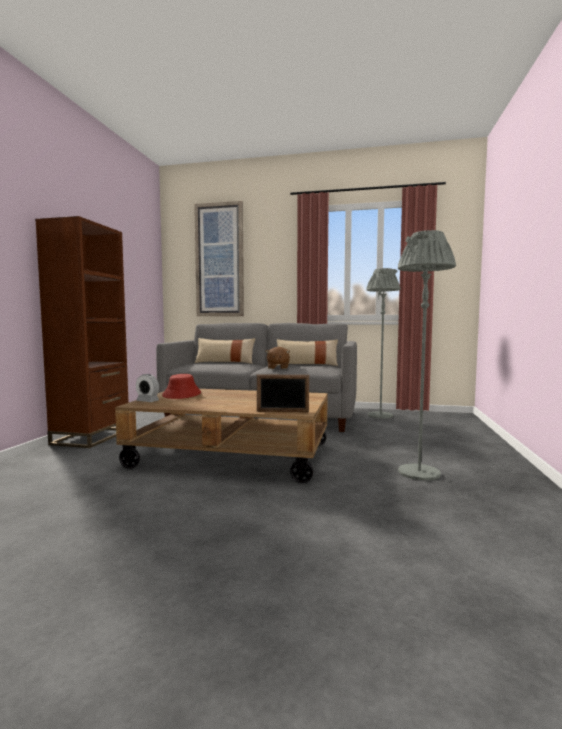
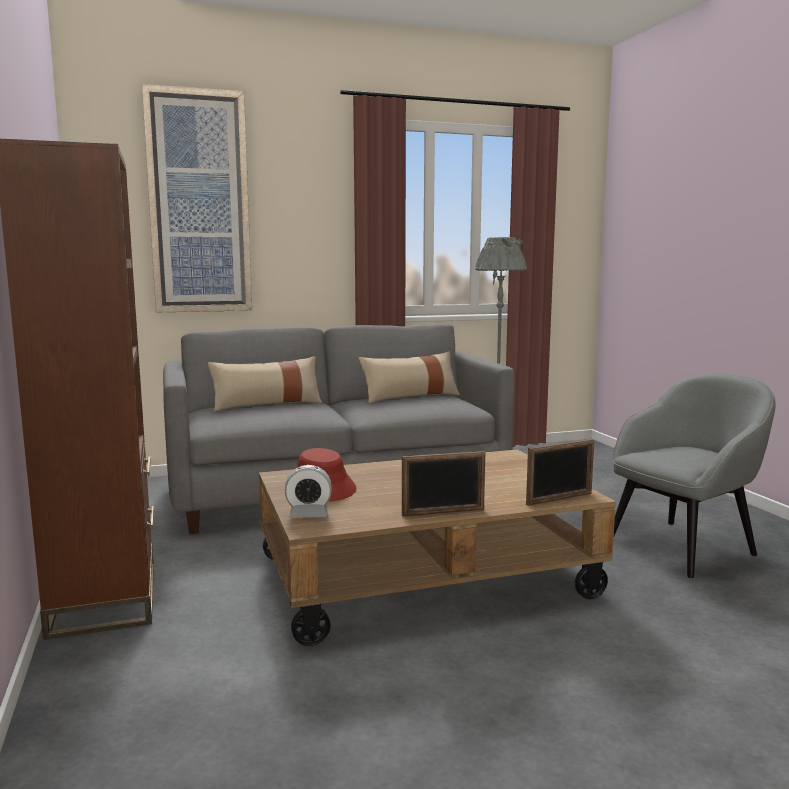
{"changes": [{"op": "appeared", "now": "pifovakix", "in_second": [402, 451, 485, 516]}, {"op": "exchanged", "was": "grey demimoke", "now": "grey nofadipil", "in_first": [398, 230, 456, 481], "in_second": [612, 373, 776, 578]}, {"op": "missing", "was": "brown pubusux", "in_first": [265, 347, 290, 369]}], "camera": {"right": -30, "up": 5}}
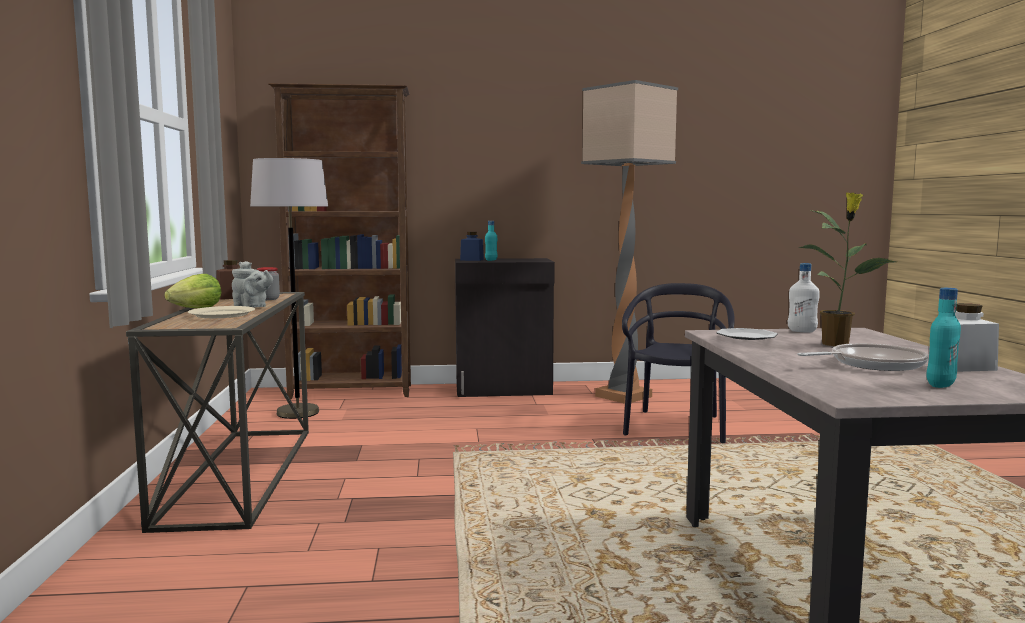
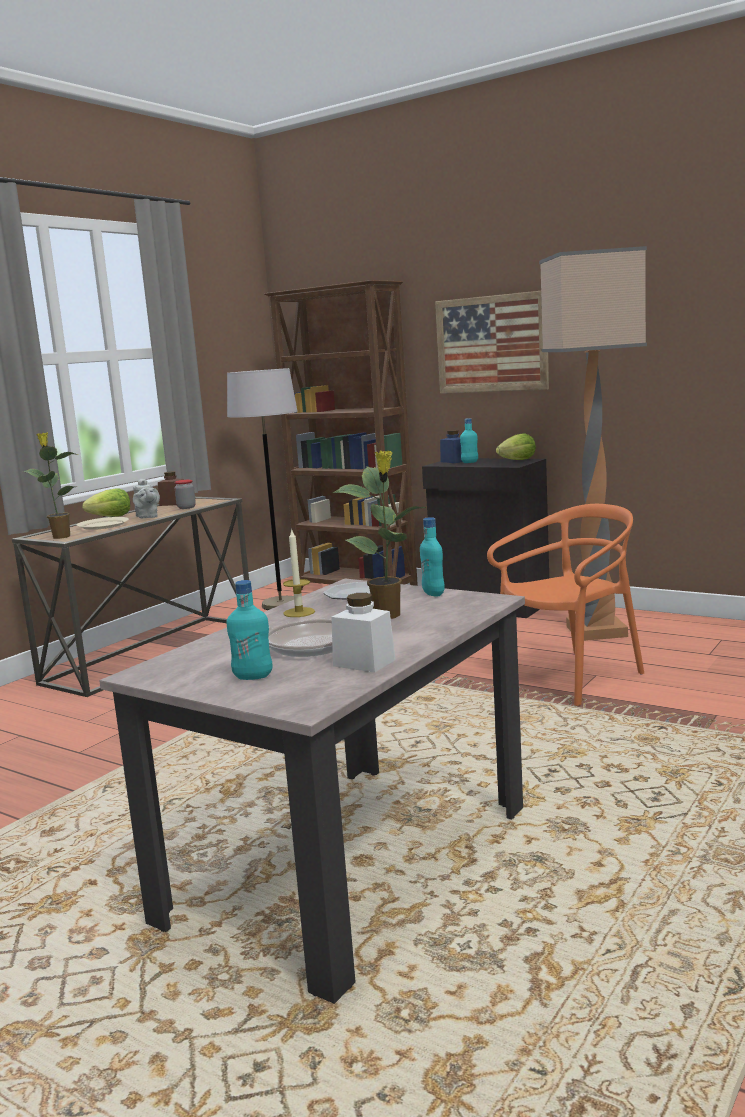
{"changes": [{"op": "appeared", "now": "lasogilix", "in_second": [23, 432, 79, 539]}, {"op": "appeared", "now": "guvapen", "in_second": [283, 528, 315, 617]}, {"op": "colour", "was": "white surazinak", "now": "turquoise surazinak", "in_first": [788, 263, 820, 333], "in_second": [420, 517, 445, 596]}, {"op": "appeared", "now": "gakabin", "in_second": [435, 291, 549, 394]}, {"op": "colour", "was": "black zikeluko", "now": "orange zikeluko", "in_first": [622, 283, 735, 443], "in_second": [487, 504, 644, 706]}, {"op": "appeared", "now": "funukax", "in_second": [496, 433, 536, 460]}], "camera": {"right": 40, "up": 5}}
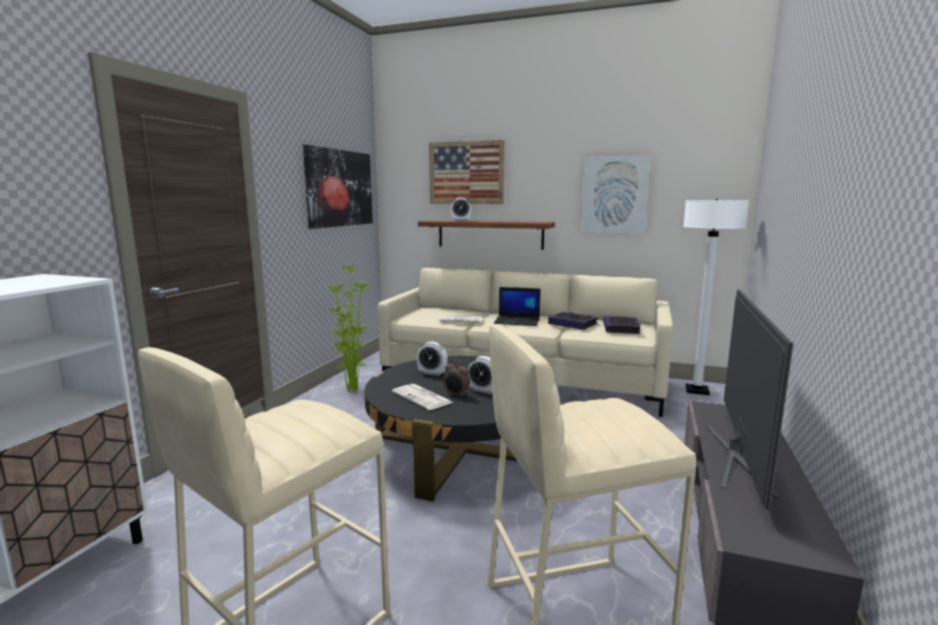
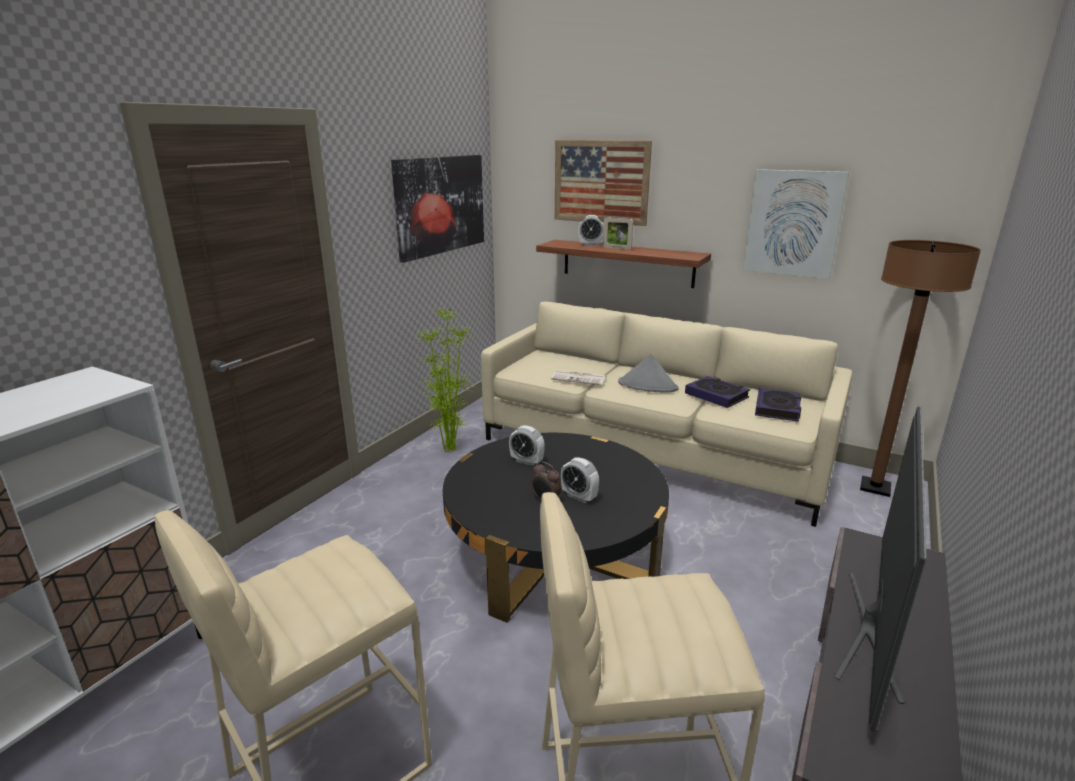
{"changes": [{"op": "appeared", "now": "pifovakix", "in_second": [603, 217, 633, 250]}, {"op": "exchanged", "was": "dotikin", "now": "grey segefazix", "in_first": [494, 287, 541, 326], "in_second": [618, 354, 679, 393]}, {"op": "colour", "was": "white demimoke", "now": "brown demimoke", "in_first": [683, 199, 749, 395], "in_second": [860, 240, 981, 497]}, {"op": "missing", "was": "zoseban", "in_first": [392, 384, 453, 410]}], "camera": {"right": 10, "up": 10}}
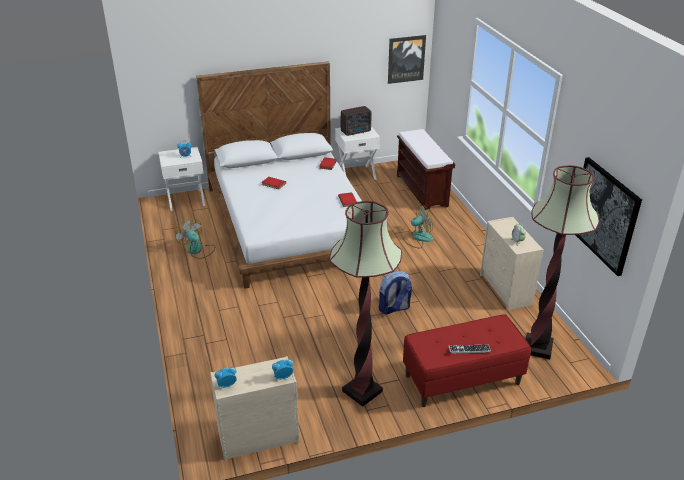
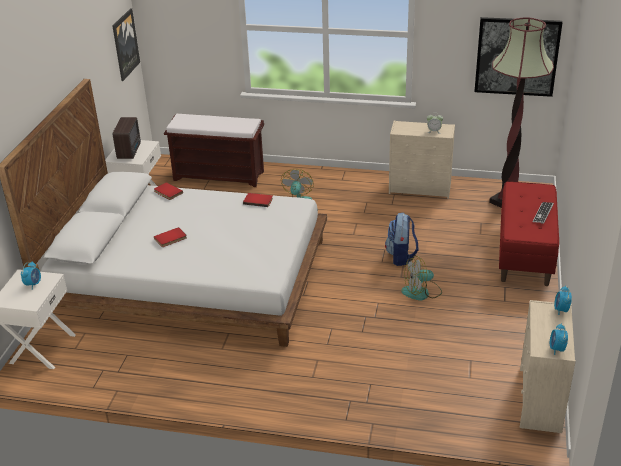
{"changes": [{"op": "relocated", "was": "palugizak", "in_first": [175, 219, 215, 259], "in_second": [401, 256, 442, 301]}, {"op": "missing", "was": "demimoke", "in_first": [329, 201, 402, 407]}], "camera": {"right": -60, "up": 0}}
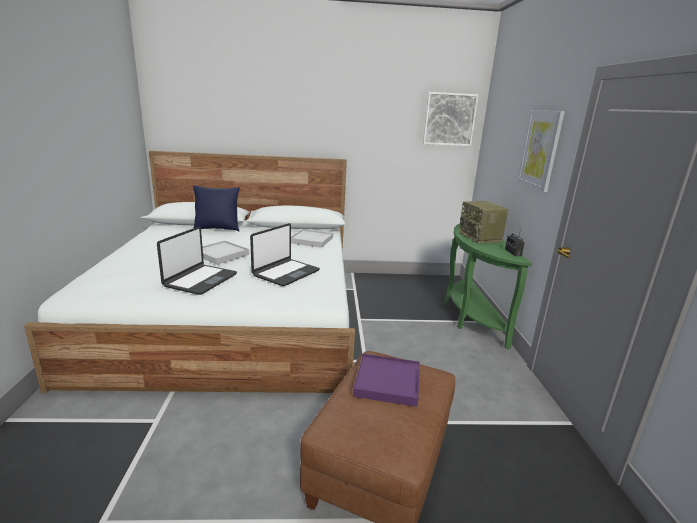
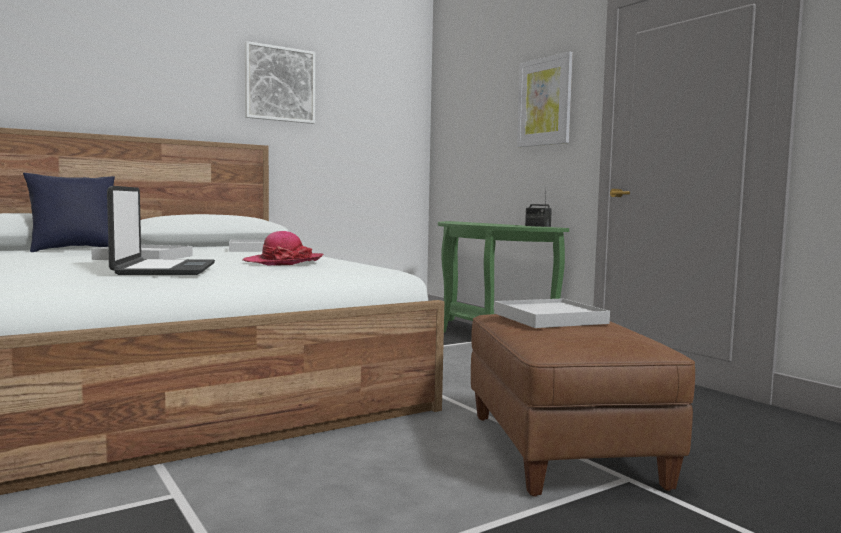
{"changes": [{"op": "exchanged", "was": "dotikin", "now": "segefazix", "in_first": [250, 223, 320, 286], "in_second": [242, 231, 324, 266]}, {"op": "relocated", "was": "gakabin", "in_first": [423, 92, 479, 146], "in_second": [245, 41, 315, 124]}, {"op": "colour", "was": "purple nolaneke", "now": "white nolaneke", "in_first": [353, 354, 420, 407], "in_second": [494, 298, 610, 328]}, {"op": "missing", "was": "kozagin", "in_first": [459, 201, 508, 243]}], "camera": {"right": -30, "up": -15}}
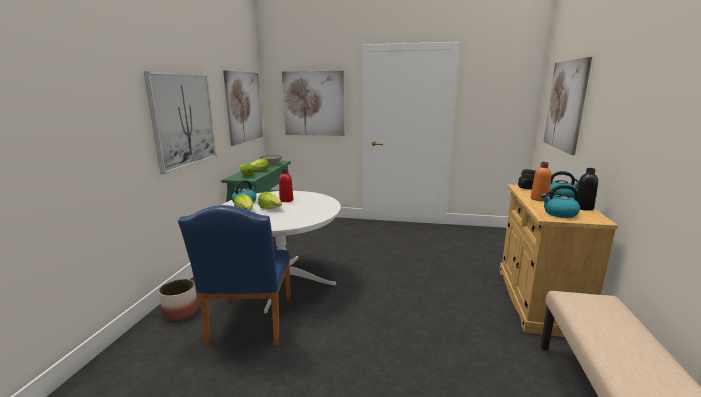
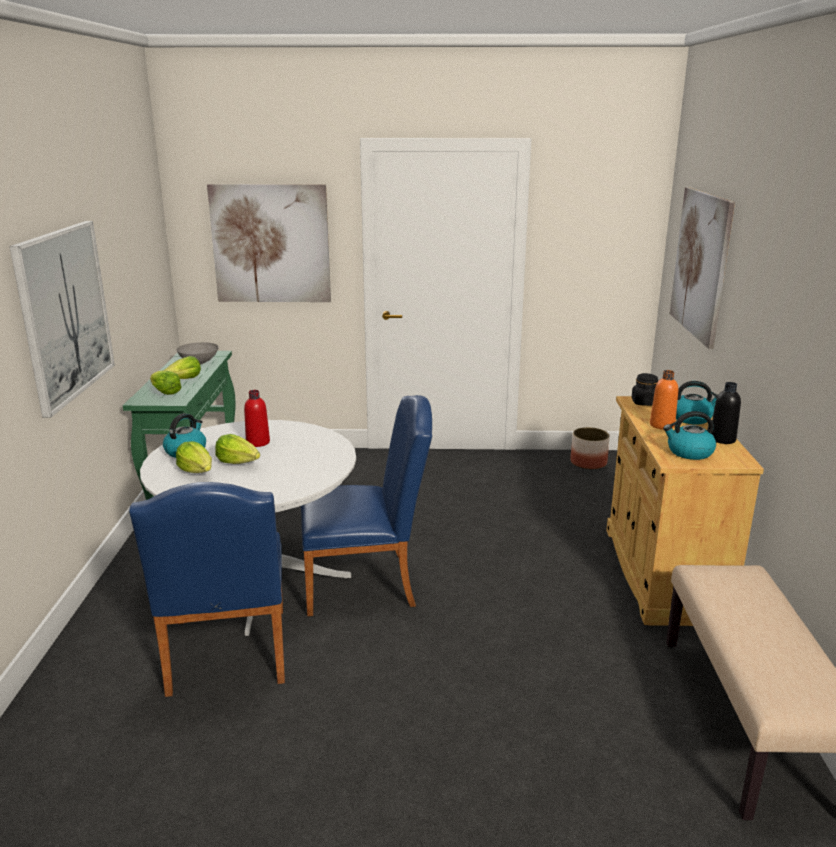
{"changes": [{"op": "appeared", "now": "blue zikeluko", "in_second": [301, 395, 432, 616]}, {"op": "relocated", "was": "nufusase", "in_first": [159, 279, 198, 321], "in_second": [570, 427, 610, 469]}, {"op": "missing", "was": "gakabin", "in_first": [223, 70, 263, 146]}], "camera": {"right": -10, "up": 5}}
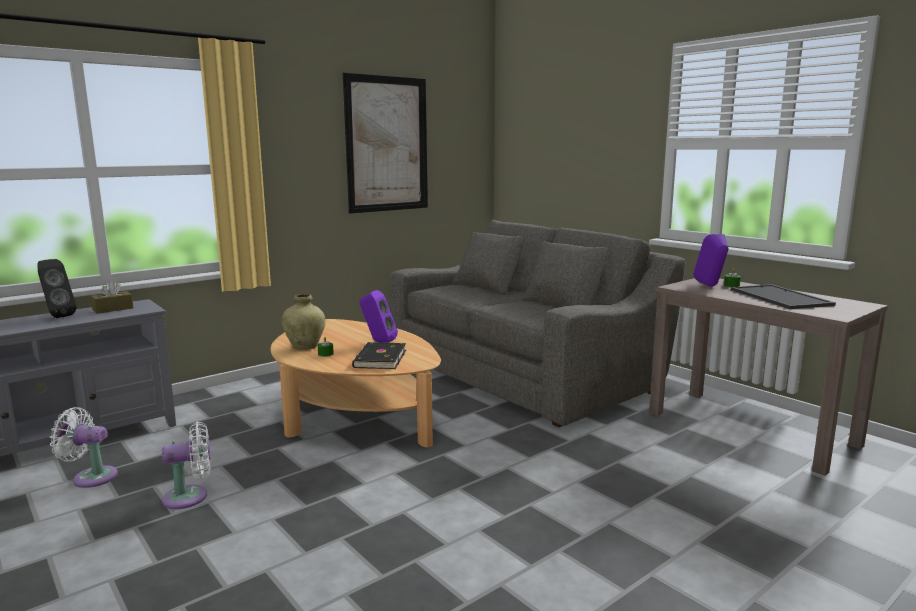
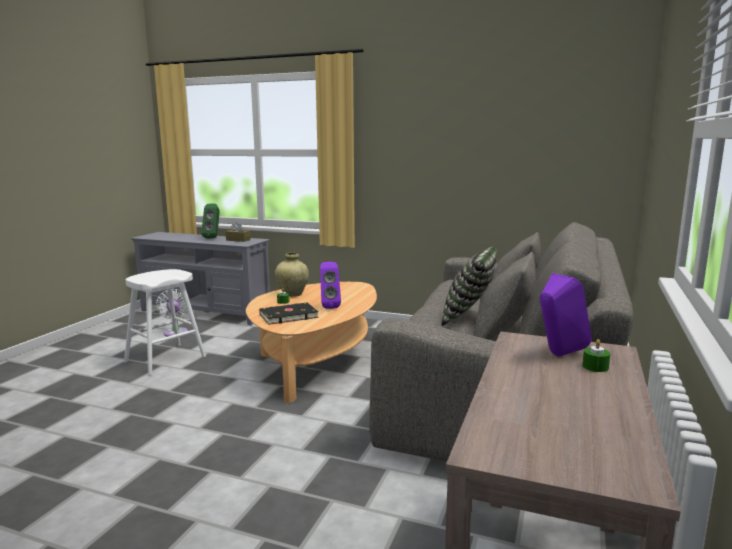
{"changes": [{"op": "exchanged", "was": "white palugizak", "now": "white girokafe", "in_first": [162, 422, 211, 509], "in_second": [124, 269, 206, 375]}, {"op": "colour", "was": "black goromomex", "now": "green goromomex", "in_first": [37, 259, 76, 318], "in_second": [201, 204, 220, 239]}, {"op": "appeared", "now": "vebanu", "in_second": [441, 247, 496, 326]}, {"op": "missing", "was": "gakabin", "in_first": [343, 72, 428, 213]}, {"op": "missing", "was": "nolaneke", "in_first": [731, 284, 836, 309]}], "camera": {"right": 60, "up": 0}}
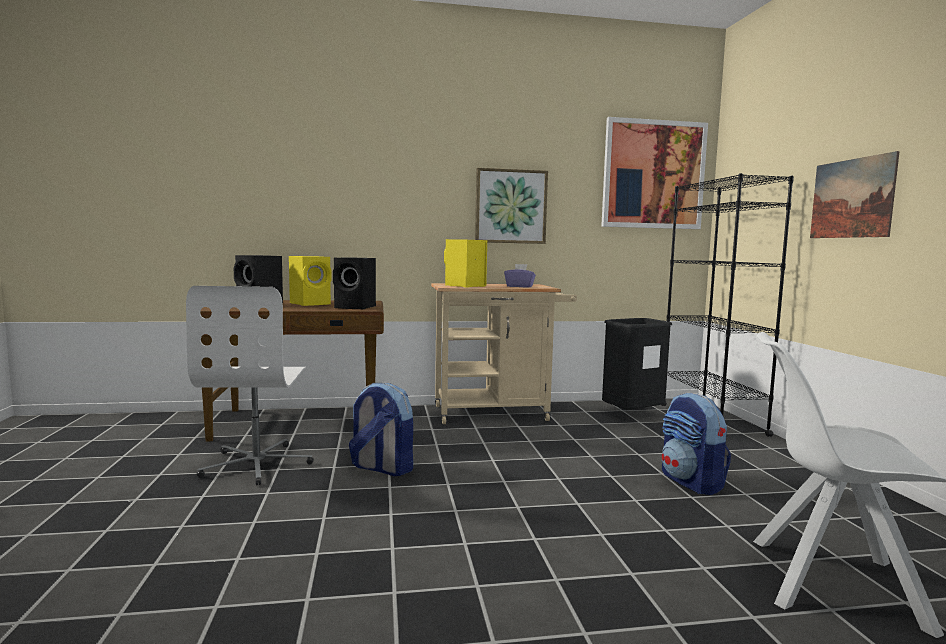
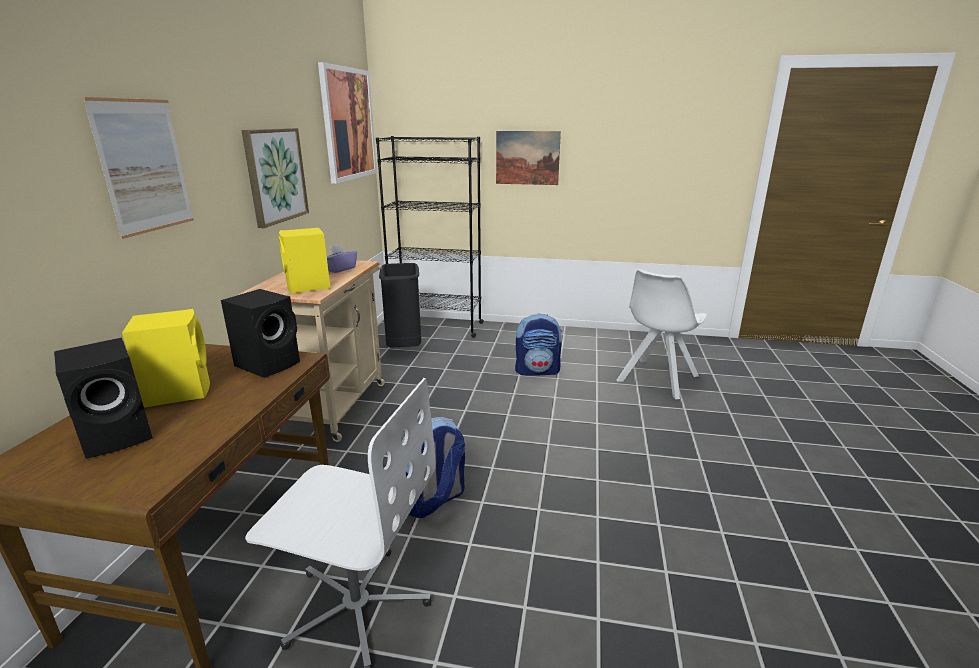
{"changes": [{"op": "appeared", "now": "gakabin", "in_second": [82, 97, 194, 239]}], "camera": {"right": -70, "up": 15}}
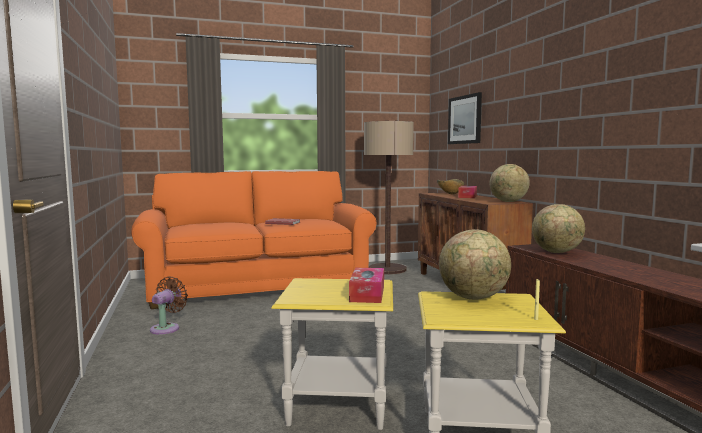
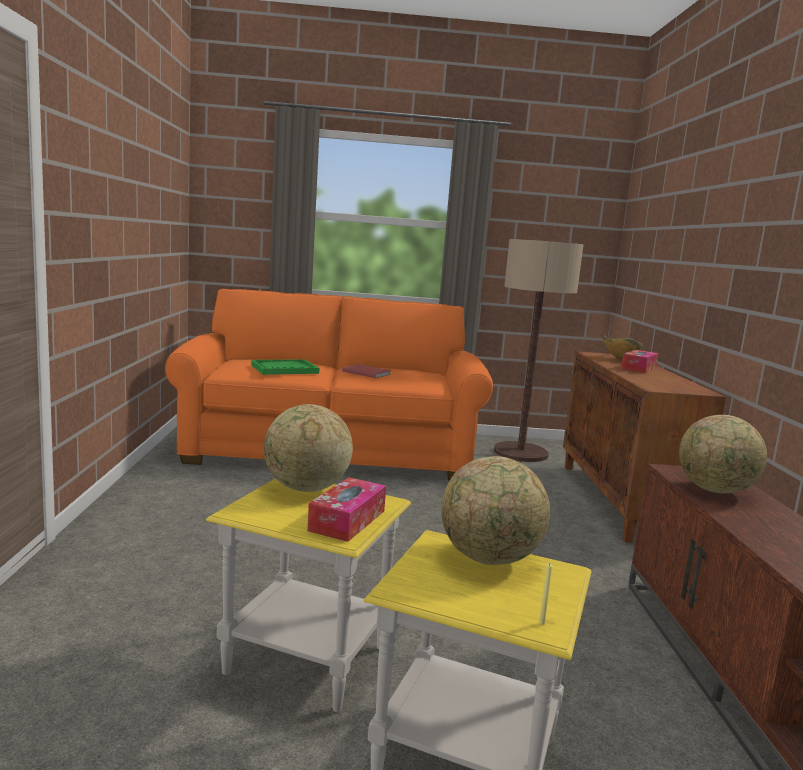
{"changes": [{"op": "appeared", "now": "green nolaneke", "in_second": [251, 359, 319, 375]}, {"op": "relocated", "was": "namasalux", "in_first": [490, 164, 530, 202], "in_second": [264, 404, 353, 492]}, {"op": "missing", "was": "brown palugizak", "in_first": [150, 276, 188, 335]}, {"op": "missing", "was": "gakabin", "in_first": [448, 92, 482, 144]}], "camera": {"right": 15, "up": 5}}
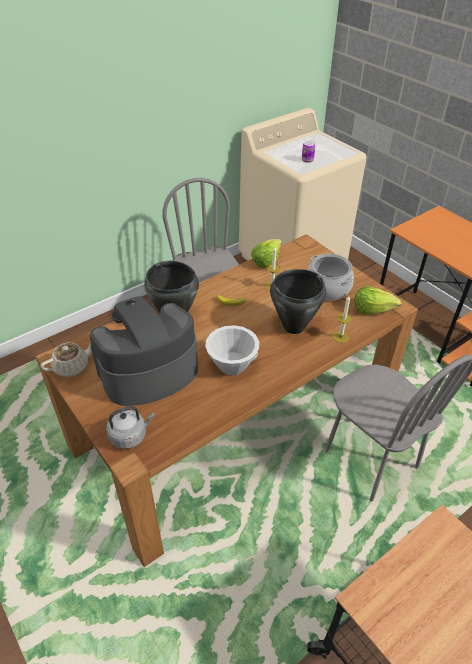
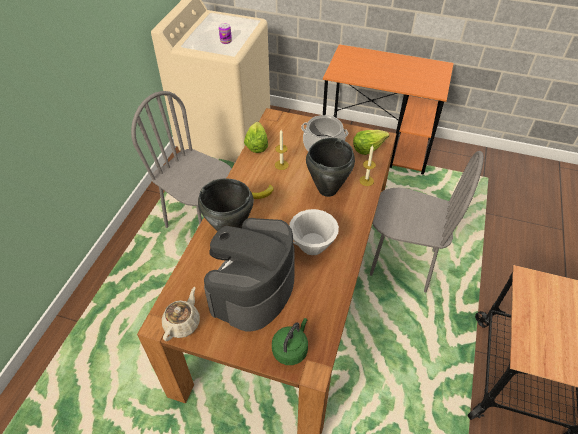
{"changes": [{"op": "colour", "was": "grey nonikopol", "now": "green nonikopol", "in_first": [106, 406, 155, 449], "in_second": [272, 318, 308, 365]}], "camera": {"right": -35, "up": 5}}
